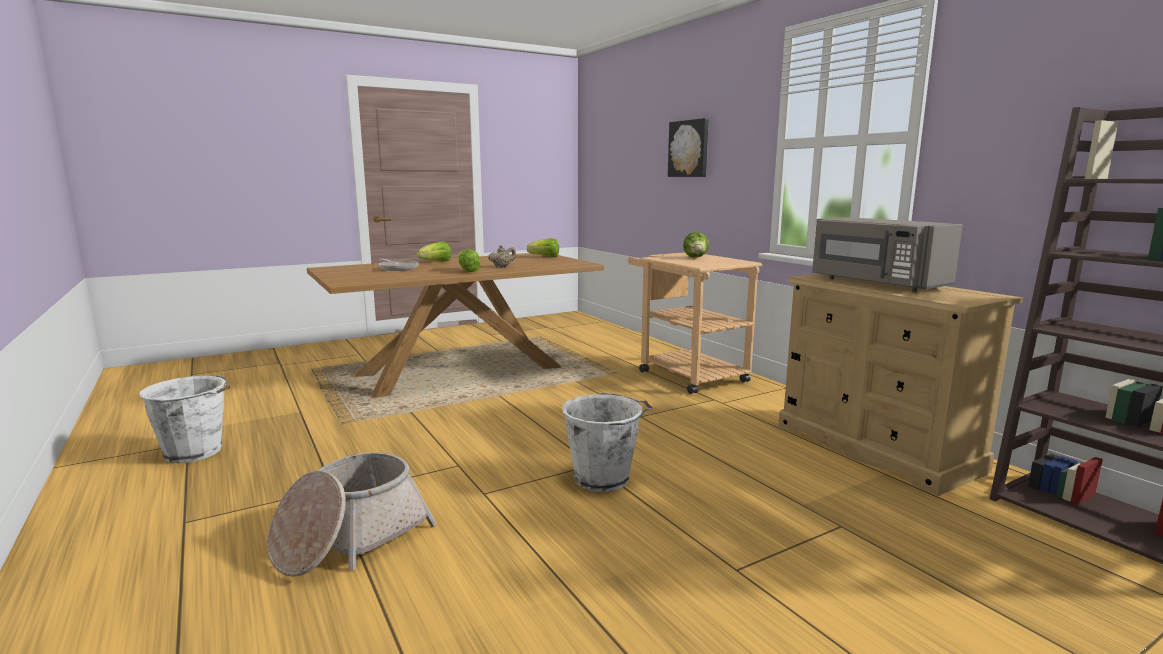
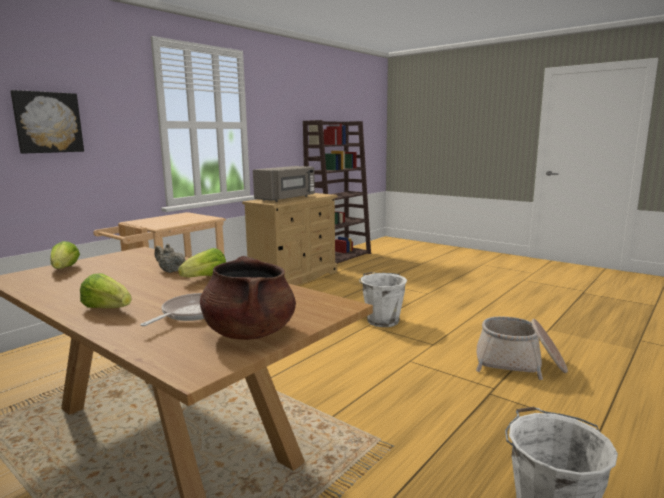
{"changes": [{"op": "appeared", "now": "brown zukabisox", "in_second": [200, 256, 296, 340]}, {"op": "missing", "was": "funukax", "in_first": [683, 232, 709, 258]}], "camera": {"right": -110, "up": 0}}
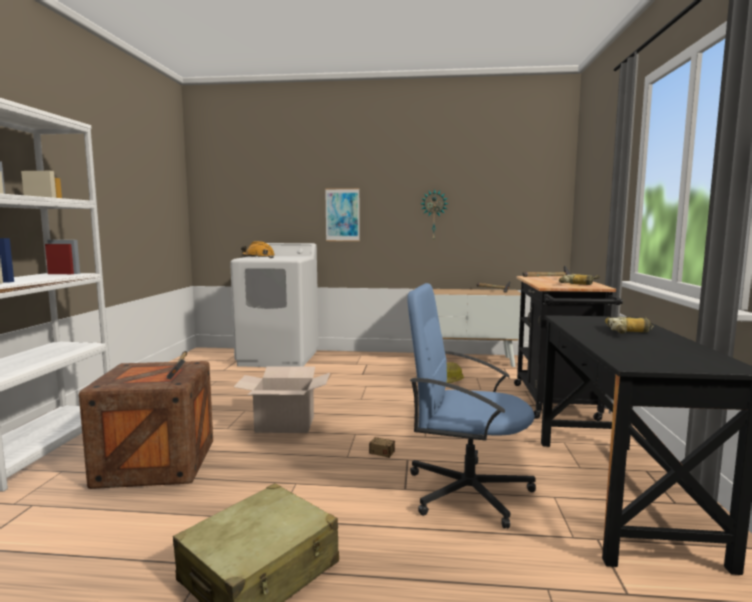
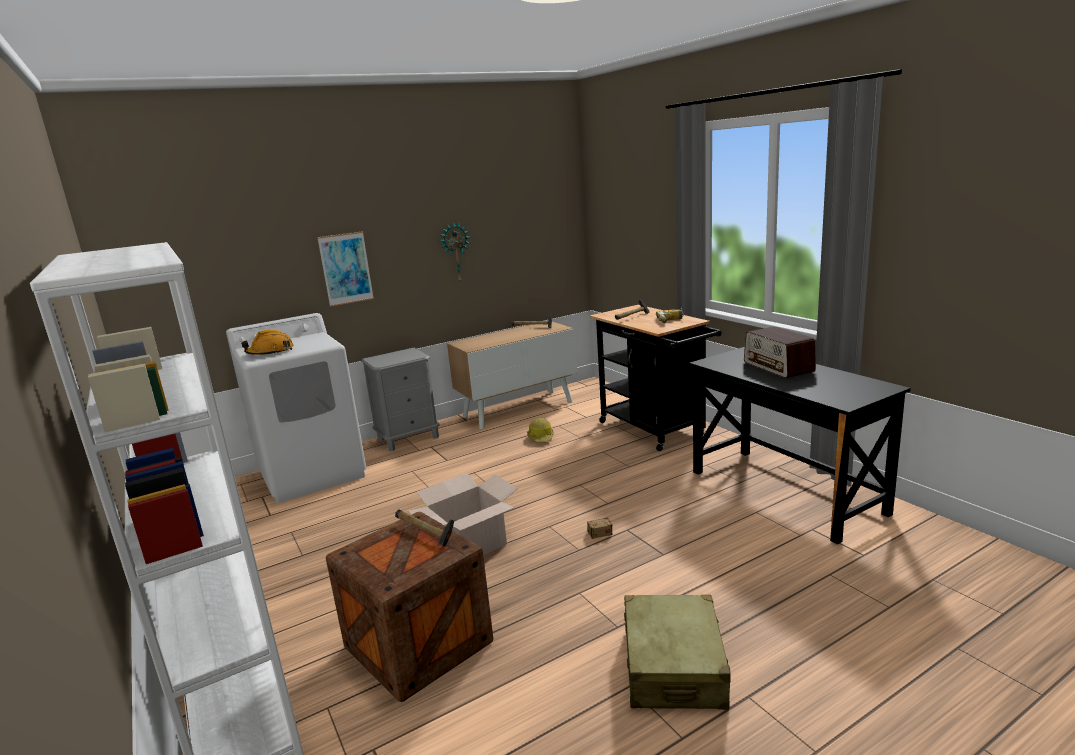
{"changes": [{"op": "appeared", "now": "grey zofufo", "in_second": [361, 348, 439, 451]}, {"op": "exchanged", "was": "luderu", "now": "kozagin", "in_first": [605, 316, 653, 334], "in_second": [744, 326, 816, 378]}, {"op": "missing", "was": "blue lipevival", "in_first": [407, 283, 536, 529]}], "camera": {"right": -35, "up": 10}}
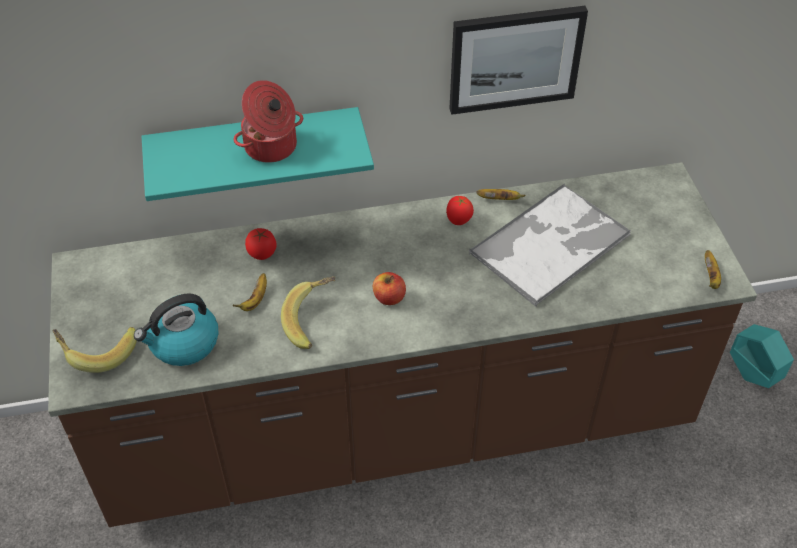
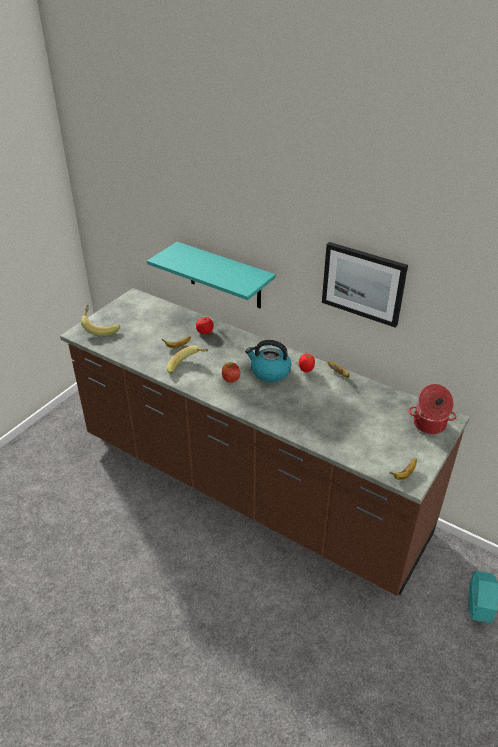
{"changes": [{"op": "relocated", "was": "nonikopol", "in_first": [134, 293, 219, 366], "in_second": [245, 340, 291, 382]}, {"op": "relocated", "was": "zukabisox", "in_first": [233, 80, 303, 163], "in_second": [408, 384, 456, 434]}, {"op": "missing", "was": "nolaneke", "in_first": [469, 183, 631, 307]}], "camera": {"right": 45, "up": -10}}
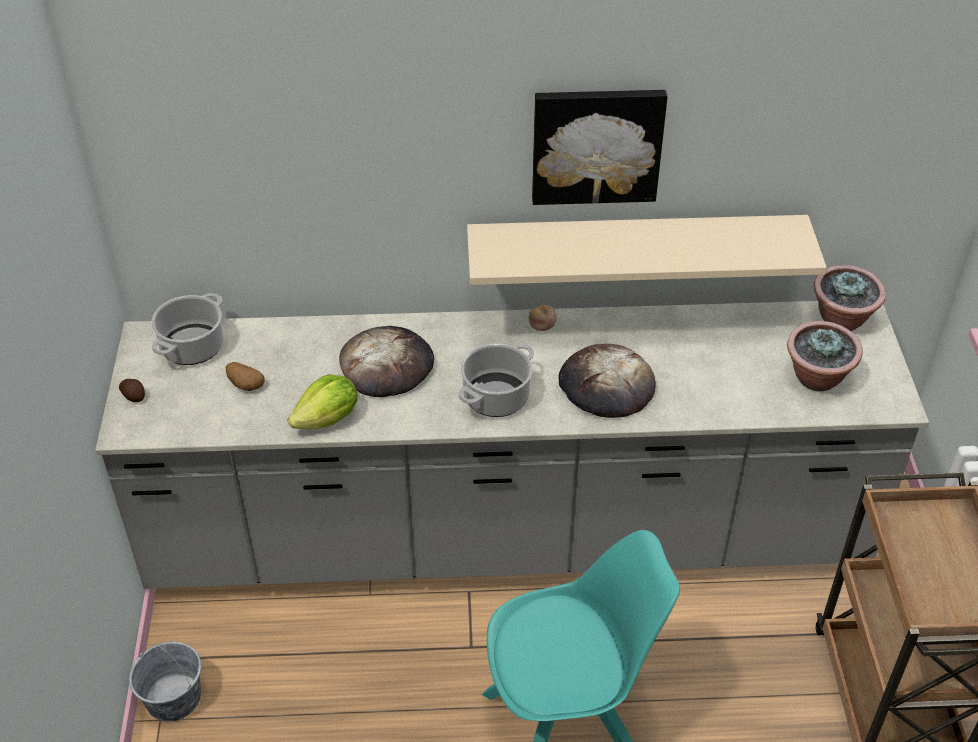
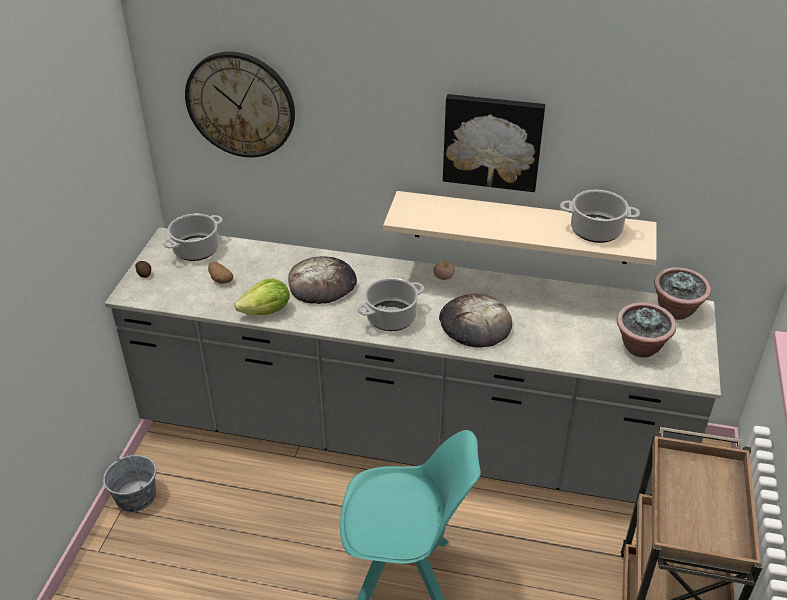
{"changes": [{"op": "appeared", "now": "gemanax", "in_second": [185, 52, 295, 157]}, {"op": "appeared", "now": "zukabisox", "in_second": [560, 190, 640, 243]}], "camera": {"right": 15, "up": -5}}
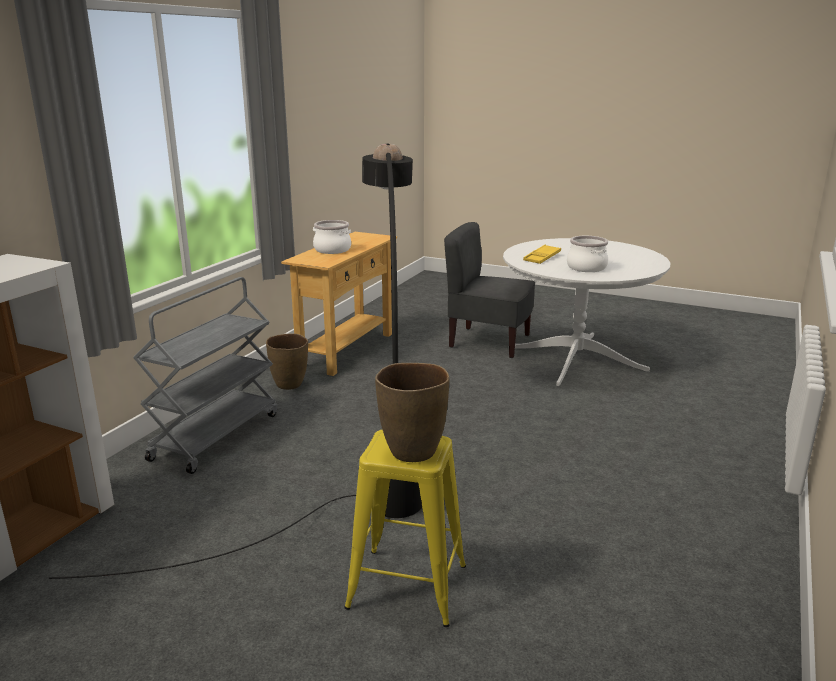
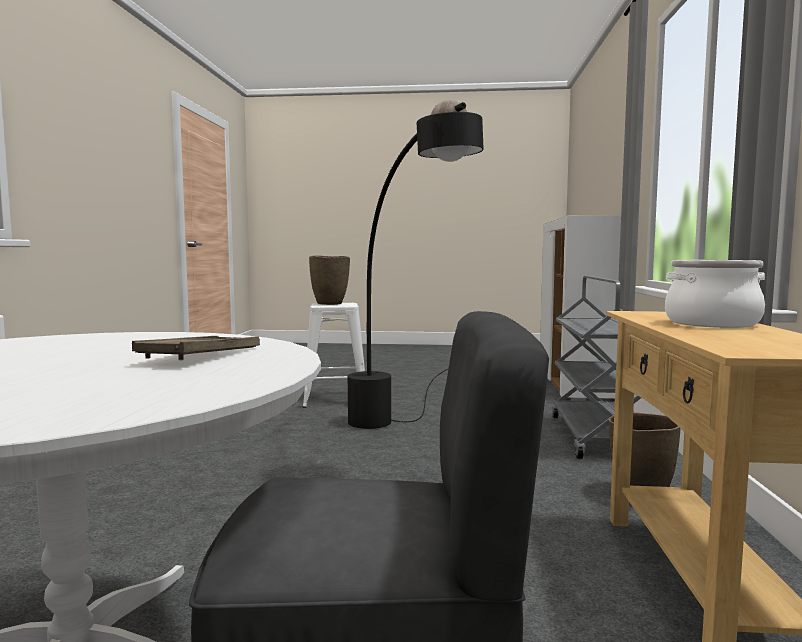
{"changes": [{"op": "colour", "was": "yellow nolaneke", "now": "brown nolaneke", "in_first": [523, 245, 561, 264], "in_second": [132, 336, 260, 360]}, {"op": "colour", "was": "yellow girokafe", "now": "white girokafe", "in_first": [344, 430, 466, 627], "in_second": [302, 303, 365, 408]}, {"op": "missing", "was": "zukabisox", "in_first": [567, 236, 608, 272]}], "camera": {"right": 160, "up": -15}}
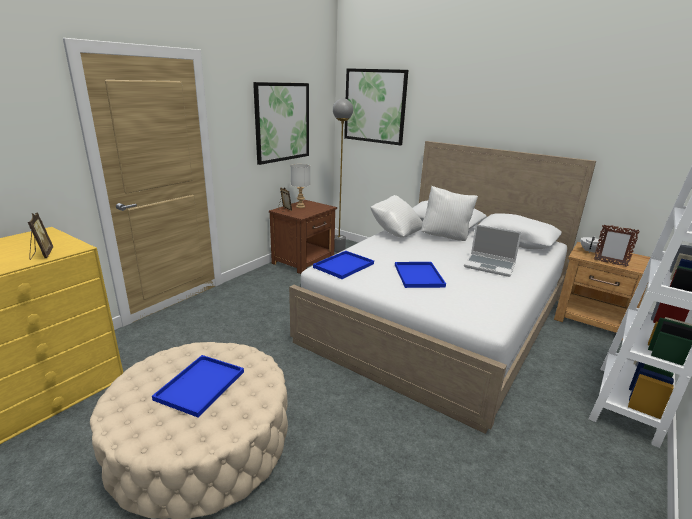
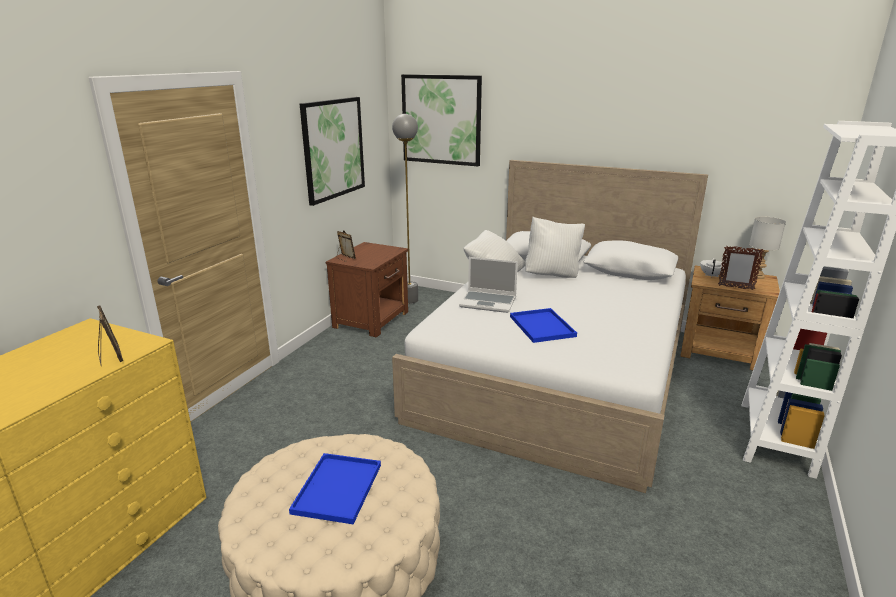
{"changes": [{"op": "relocated", "was": "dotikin", "in_first": [464, 224, 522, 277], "in_second": [459, 257, 518, 313]}, {"op": "relocated", "was": "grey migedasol", "in_first": [291, 164, 310, 208], "in_second": [749, 217, 786, 279]}, {"op": "missing", "was": "blue nolaneke", "in_first": [313, 251, 374, 279]}], "camera": {"right": -10, "up": 0}}
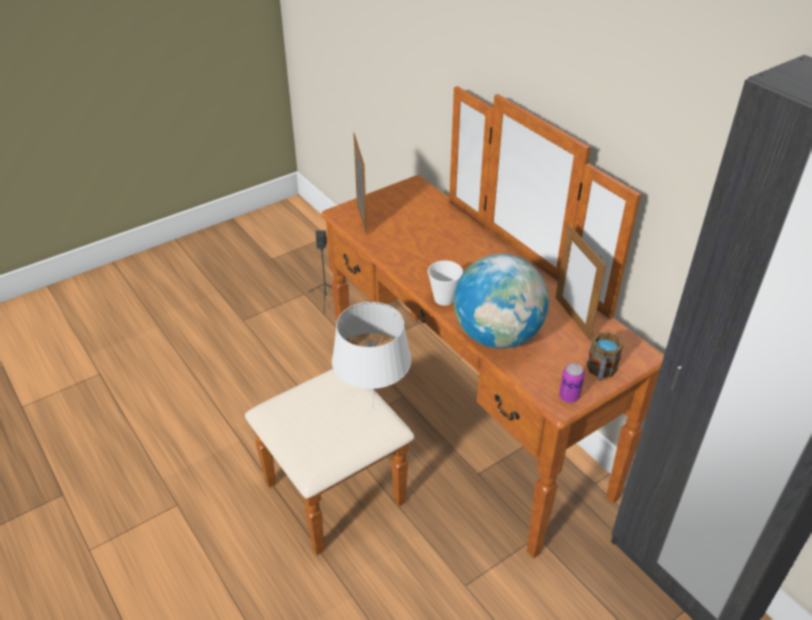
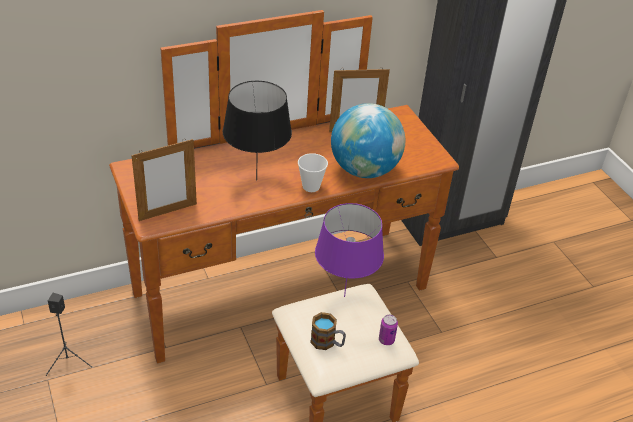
{"changes": [{"op": "spun", "was": "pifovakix", "in_first": [354, 133, 367, 235], "in_second": [131, 139, 197, 221], "clockwise": 150}, {"op": "appeared", "now": "black migedasol", "in_second": [222, 81, 292, 181]}, {"op": "relocated", "was": "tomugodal", "in_first": [587, 332, 623, 381], "in_second": [310, 312, 346, 350]}, {"op": "colour", "was": "white migedasol", "now": "purple migedasol", "in_first": [332, 302, 411, 409], "in_second": [315, 203, 384, 297]}, {"op": "relocated", "was": "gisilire", "in_first": [559, 363, 585, 403], "in_second": [379, 315, 398, 345]}], "camera": {"right": -80, "up": 0}}
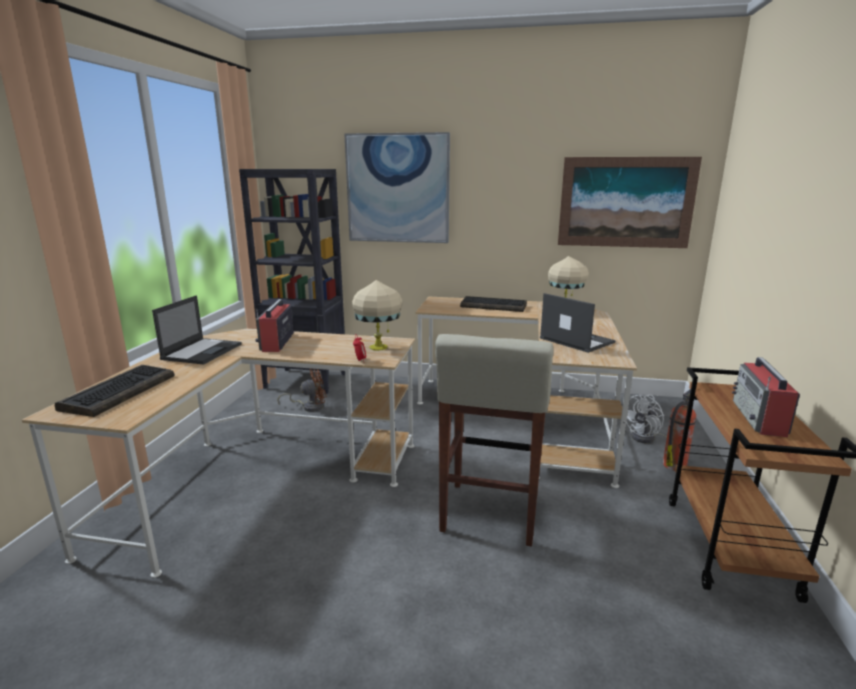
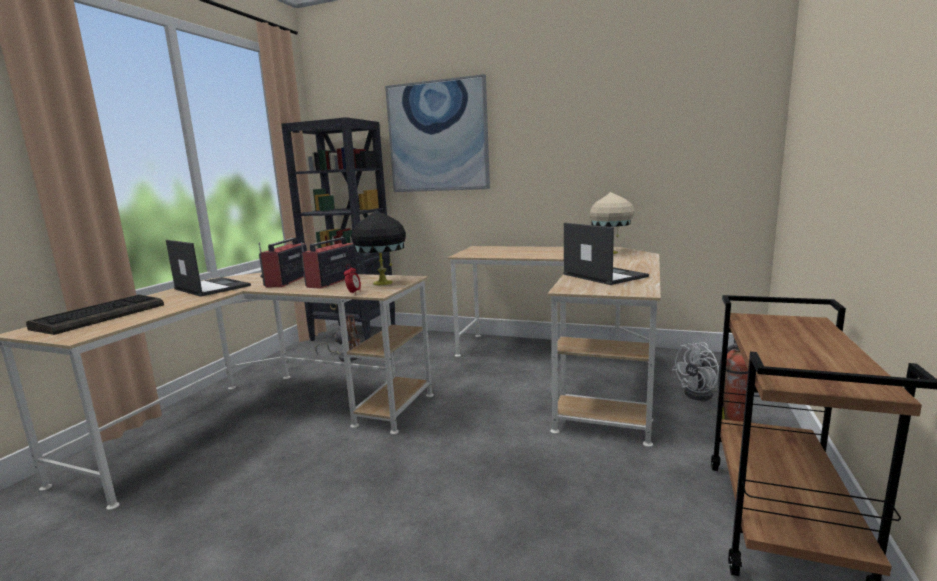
{"changes": [{"op": "spun", "was": "dotikin", "in_first": [152, 295, 242, 365], "in_second": [166, 240, 251, 297], "clockwise": -75}, {"op": "relocated", "was": "kozagin", "in_first": [732, 357, 800, 437], "in_second": [301, 237, 358, 289]}, {"op": "colour", "was": "beige migedasol", "now": "black migedasol", "in_first": [352, 280, 403, 351], "in_second": [351, 210, 406, 286]}, {"op": "missing", "was": "beige girokafe", "in_first": [435, 334, 554, 547]}, {"op": "missing", "was": "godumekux", "in_first": [460, 296, 527, 312]}, {"op": "missing", "was": "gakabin", "in_first": [558, 157, 702, 248]}], "camera": {"right": 10, "up": -5}}
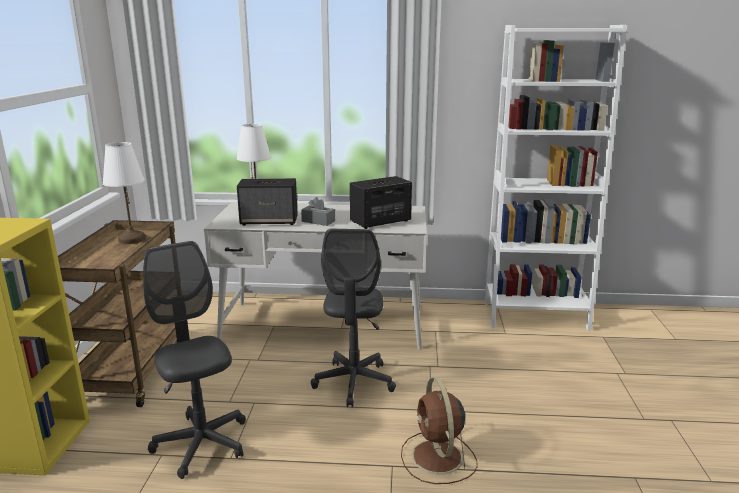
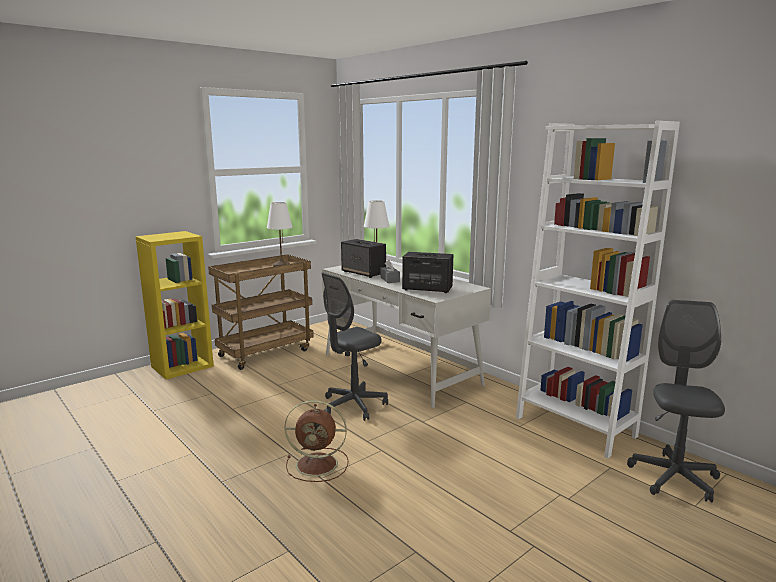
{"changes": [{"op": "spun", "was": "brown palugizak", "in_first": [401, 377, 478, 484], "in_second": [284, 400, 348, 482], "clockwise": -120}, {"op": "relocated", "was": "grey lipevival", "in_first": [143, 241, 246, 479], "in_second": [627, 300, 725, 502]}], "camera": {"right": 45, "up": -5}}
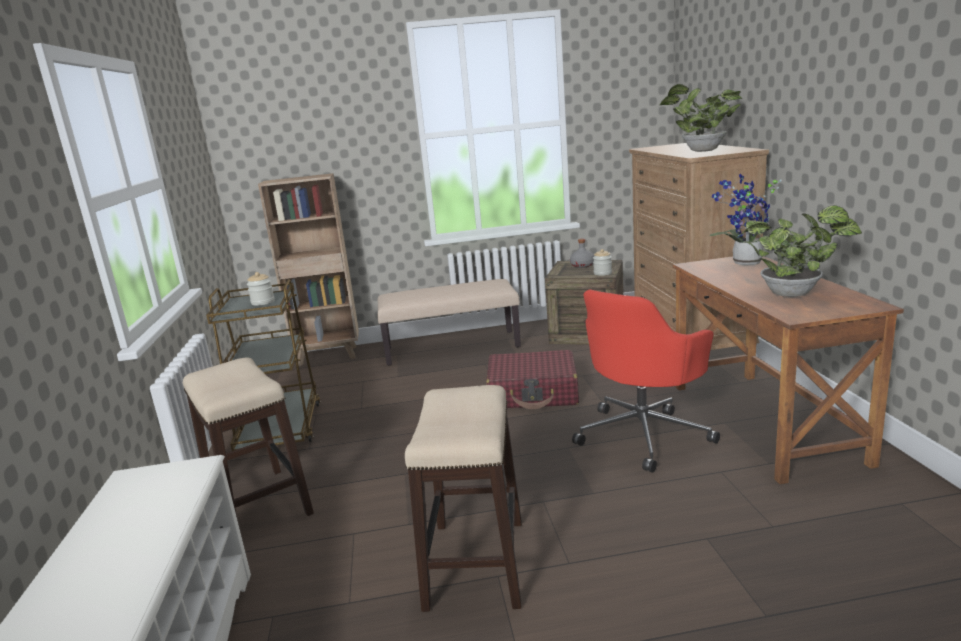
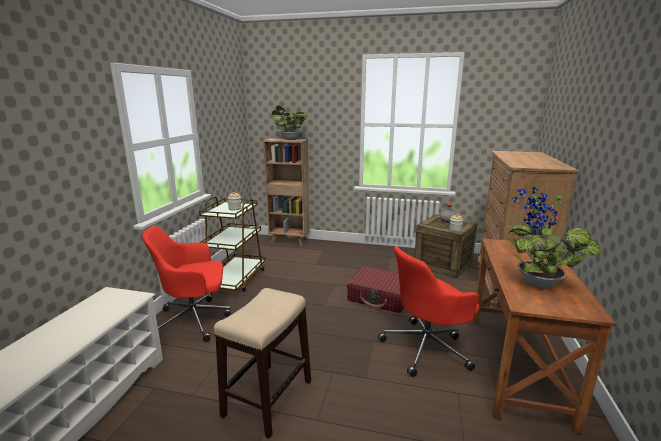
{"changes": [{"op": "exchanged", "was": "girokafe", "now": "red lipevival", "in_first": [183, 357, 314, 521], "in_second": [142, 226, 231, 342]}, {"op": "relocated", "was": "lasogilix", "in_first": [659, 84, 742, 152], "in_second": [272, 105, 307, 140]}, {"op": "missing", "was": "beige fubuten", "in_first": [377, 279, 521, 366]}], "camera": {"right": 20, "up": 0}}
